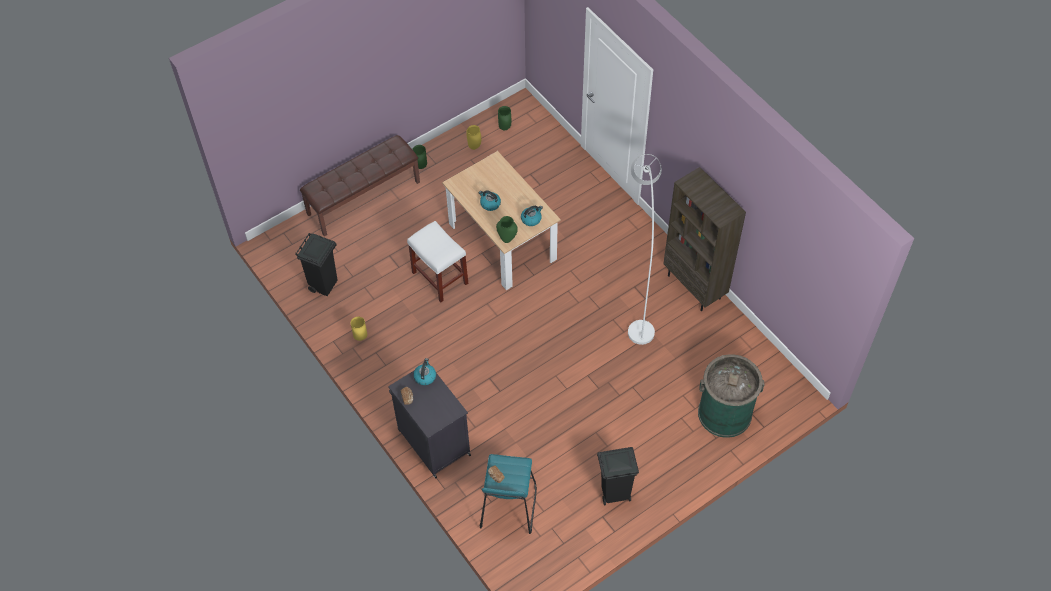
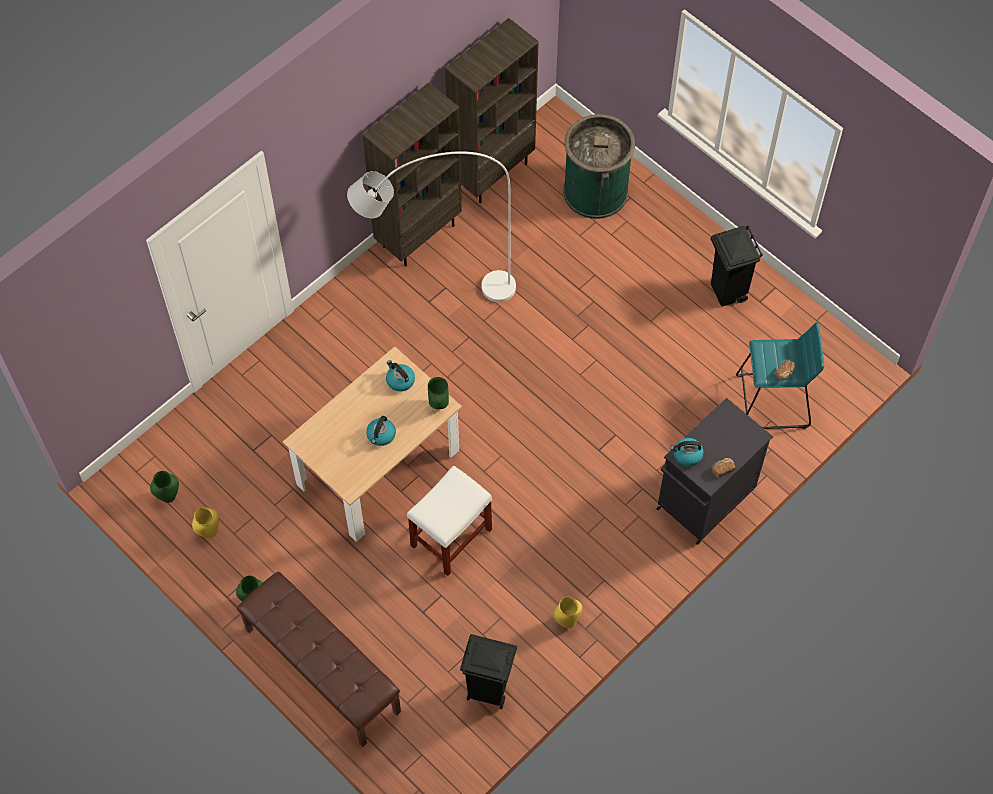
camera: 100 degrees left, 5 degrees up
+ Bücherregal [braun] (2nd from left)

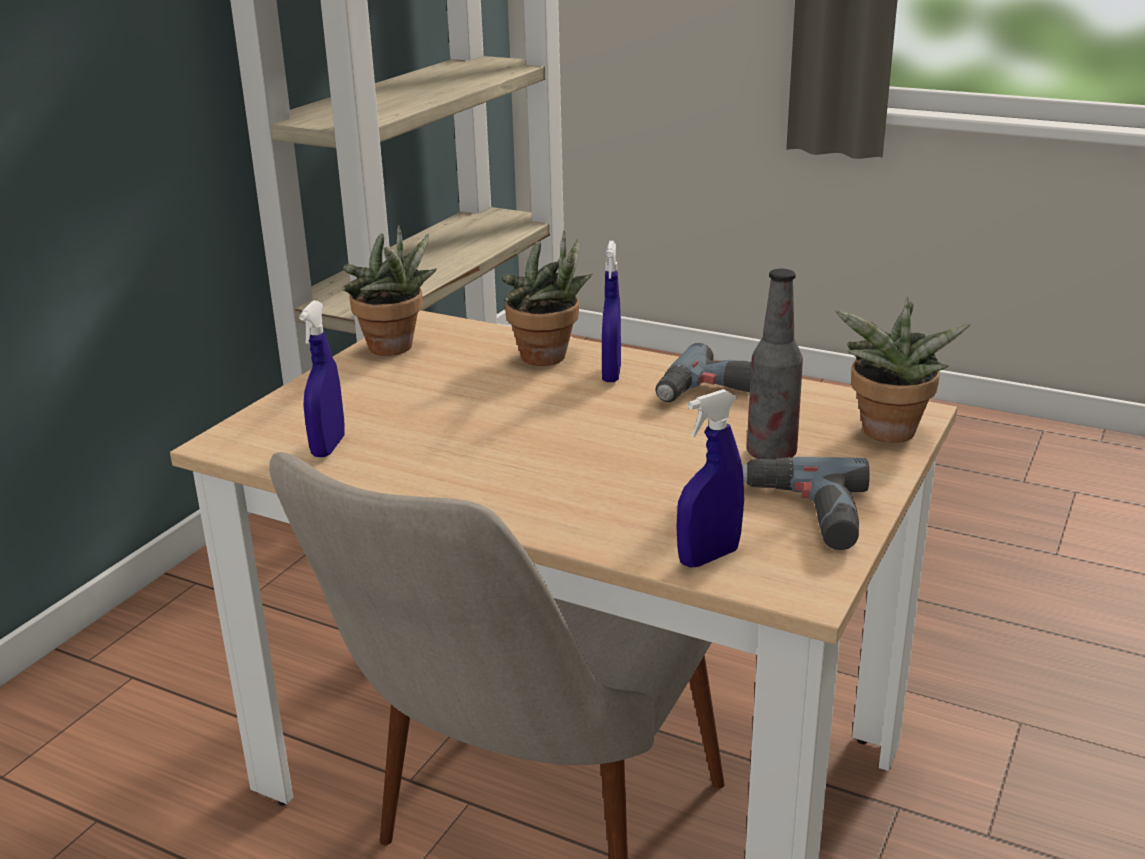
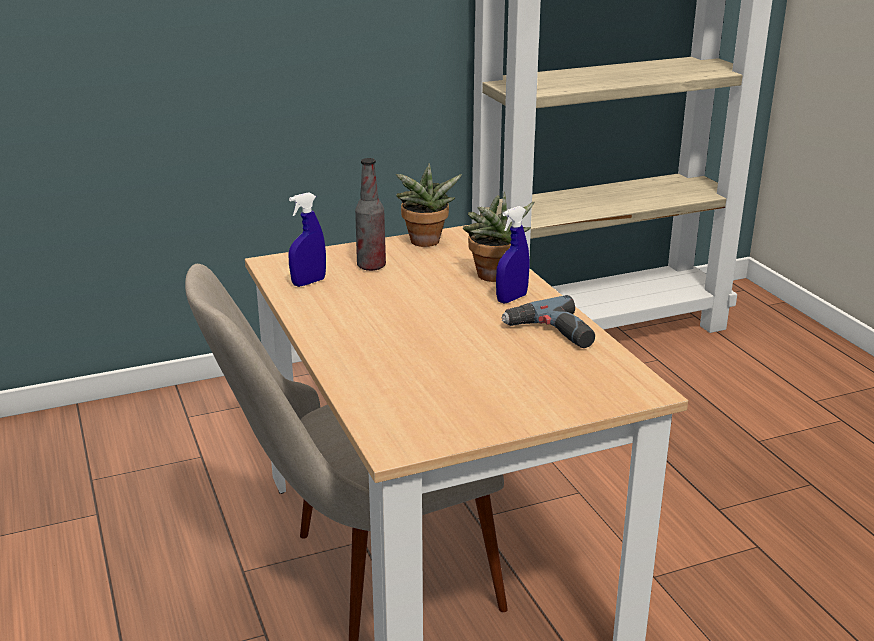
camera: 40 degrees right, 0 degrees up
- Sprühflasche [blau] (3rd from left)
- Bohrmaschine (2nd from left)
~ Flasche
- Topfpflanze (3rd from left)

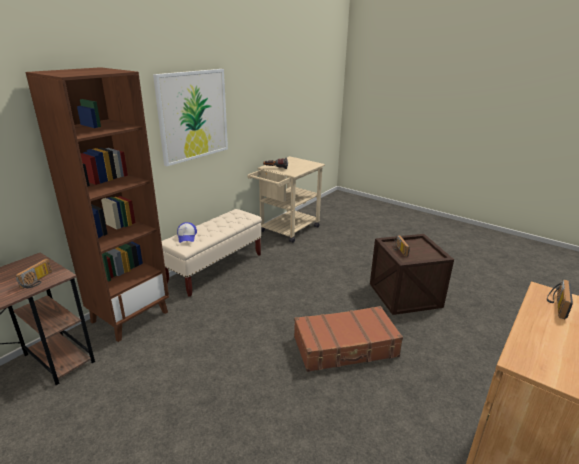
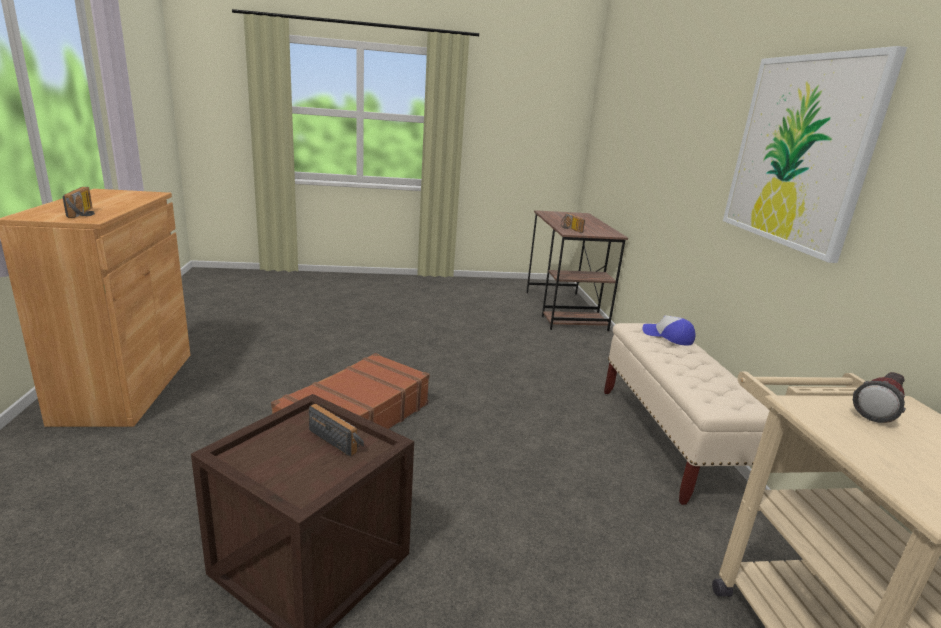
camera: 135 degrees right, 5 degrees down
- Bücherregal [braun]

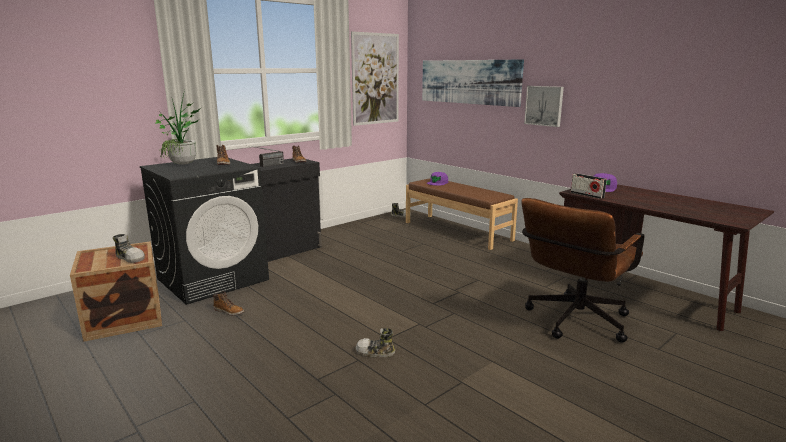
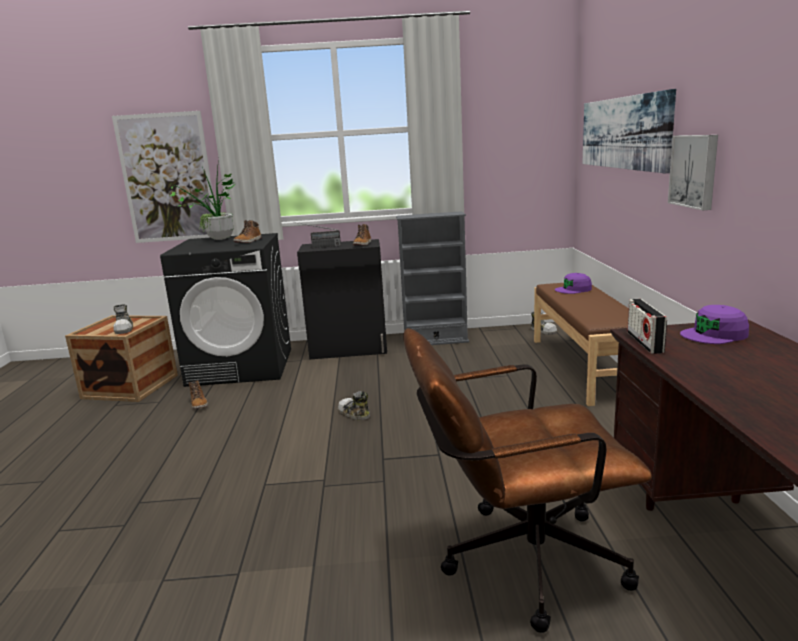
camera: 40 degrees right, 0 degrees up
~ Bild (1st from left)
~ Schuh (2nd from left)
+ Bücherregal [grau]

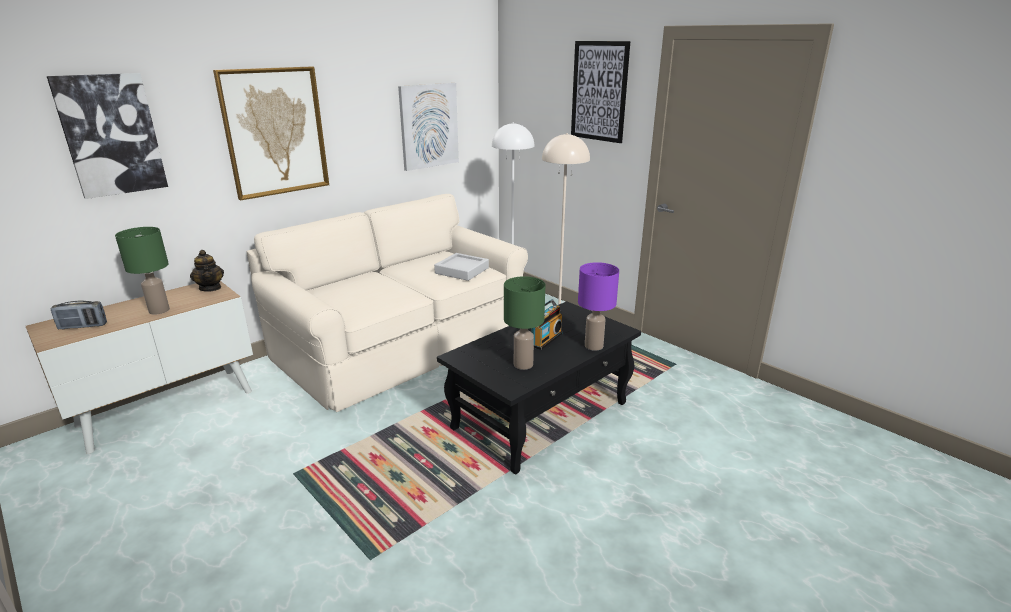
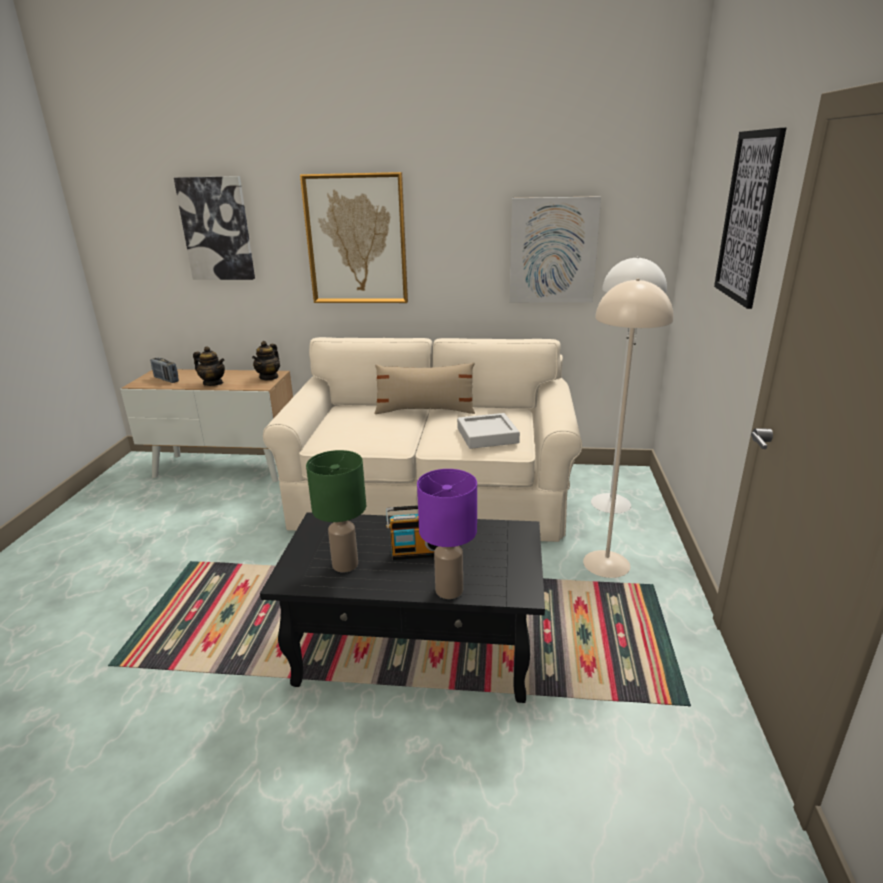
camera: 50 degrees right, 0 degrees up
~ Tischlampe [grün] (1st from left) to Teekanne (1st from left)
+ Kissen [beige]

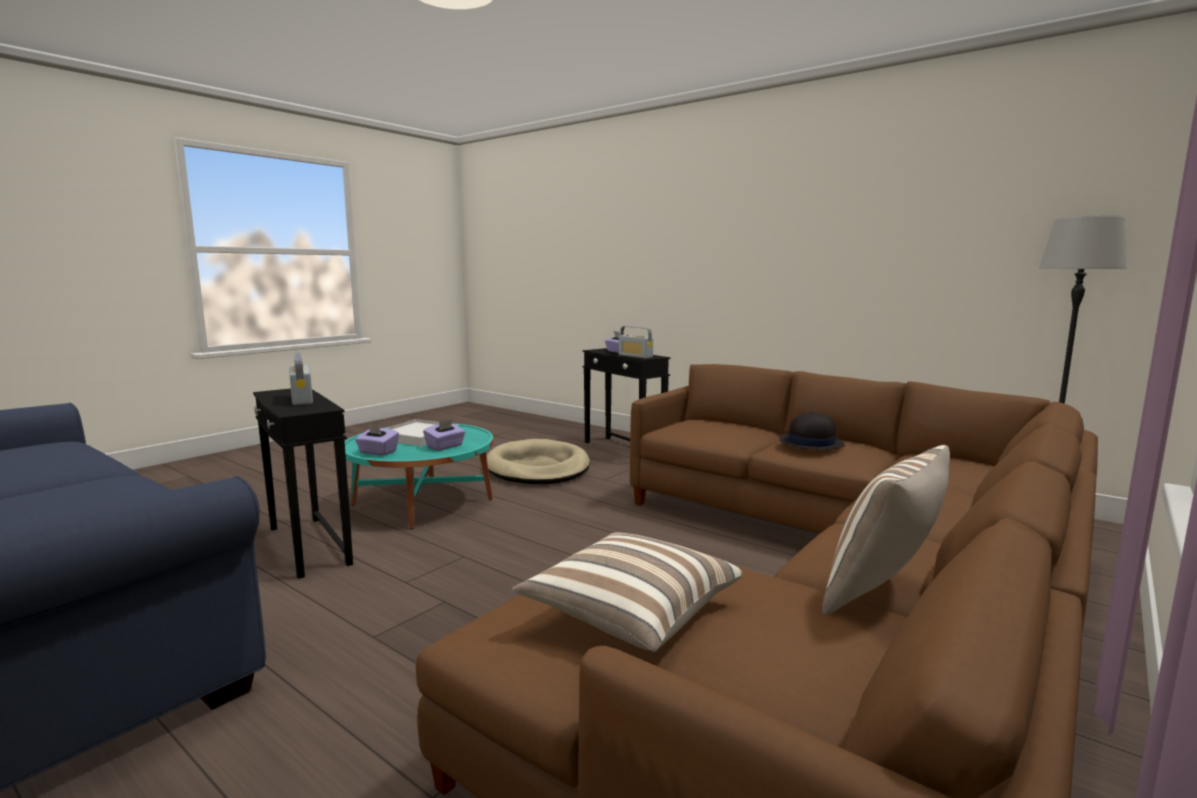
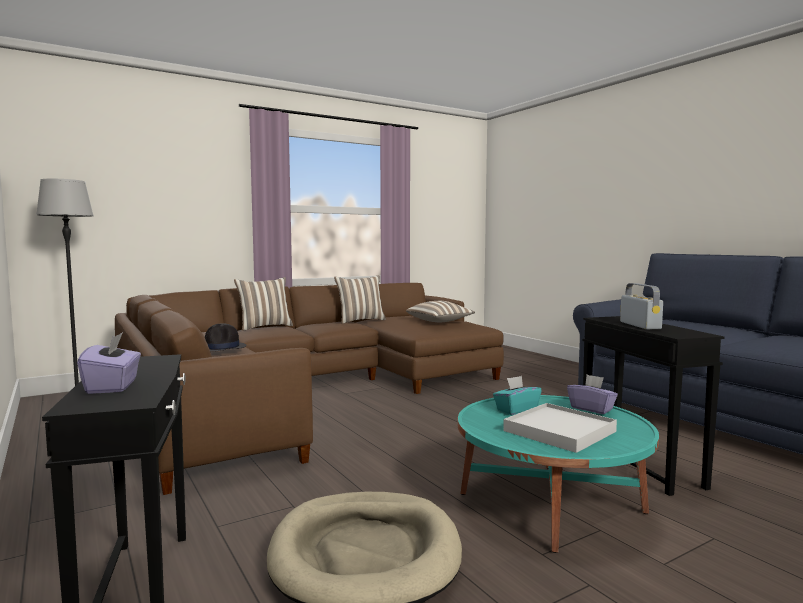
camera: 160 degrees left, 5 degrees down
~ Taschentuchbox [lila] (2nd from left) to Taschentuchbox [türkis]
- Radio (2nd from left)
+ Kissen (1st from left)

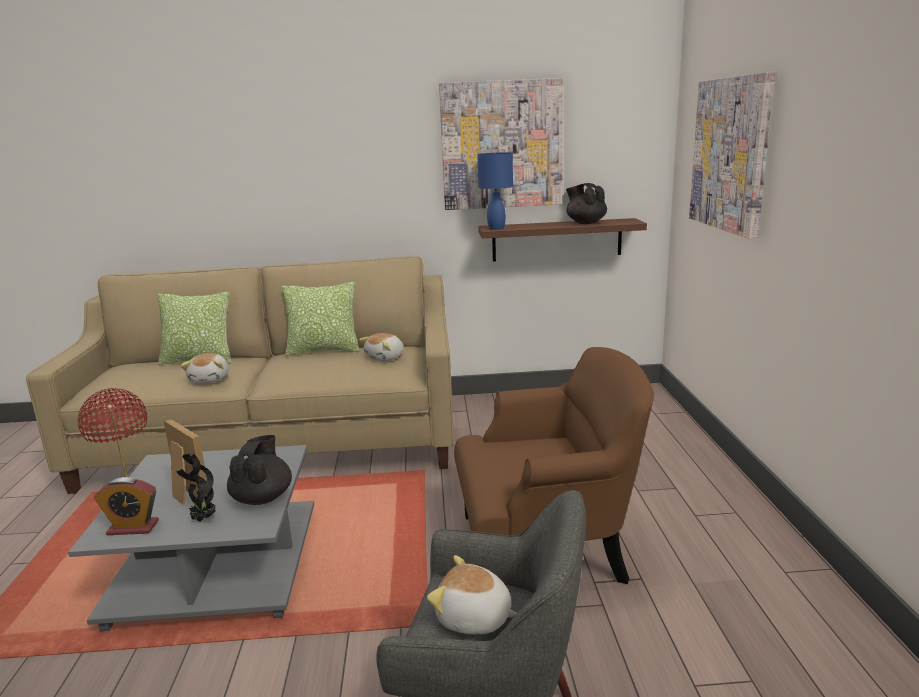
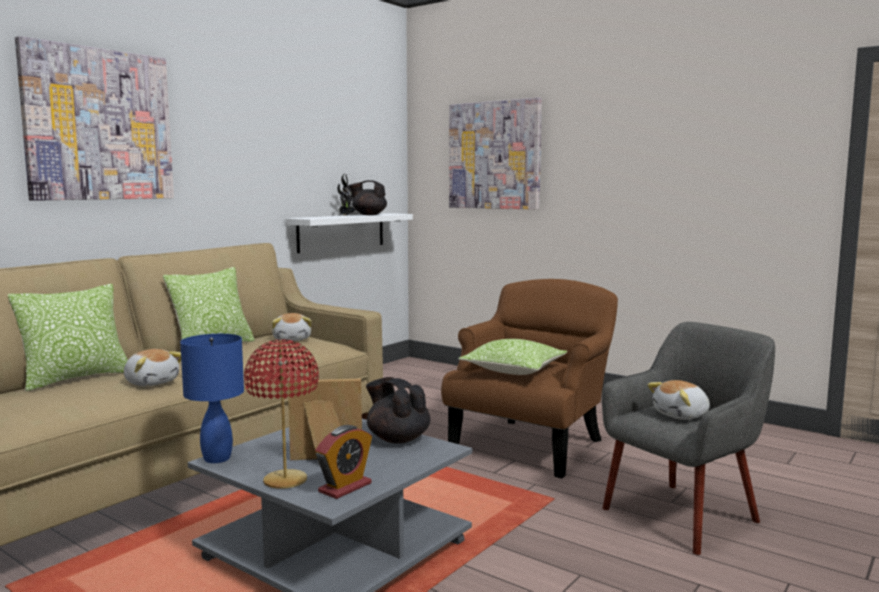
camera: 50 degrees left, 10 degrees down
~ Topfpflanze
~ Bild (1st from left)
~ Tischlampe [blau]
~ Wandregal [braun] to Wandregal [weiß]
+ Kissen (3rd from left)

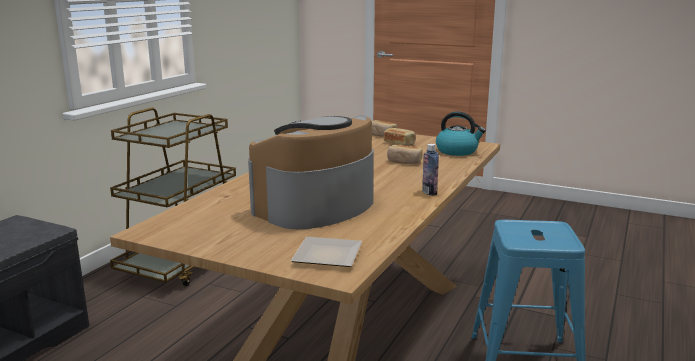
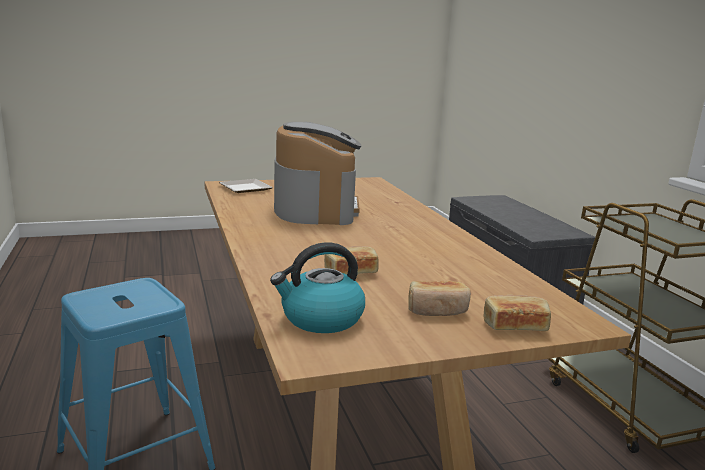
camera: 135 degrees right, 0 degrees up
- Flasche

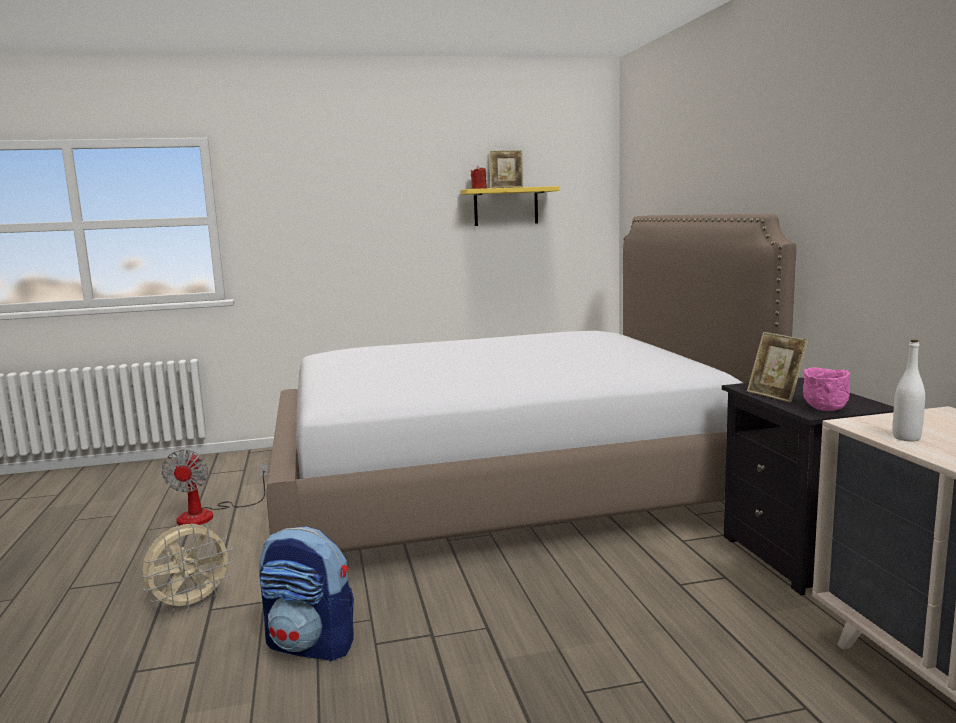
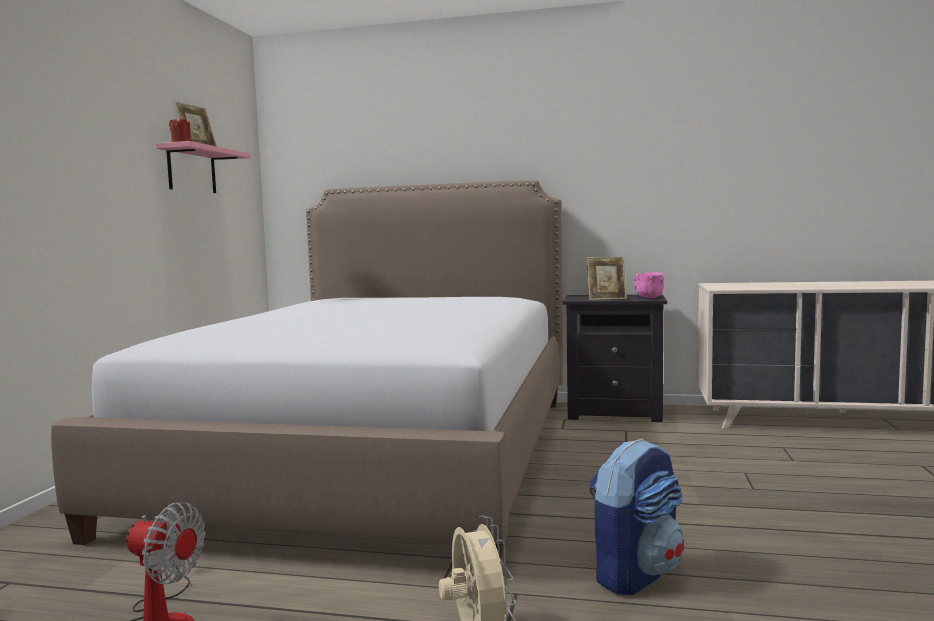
camera: 65 degrees left, 5 degrees down
~ Wandregal [gelb] to Wandregal [rosa]
- Flasche [weiß]

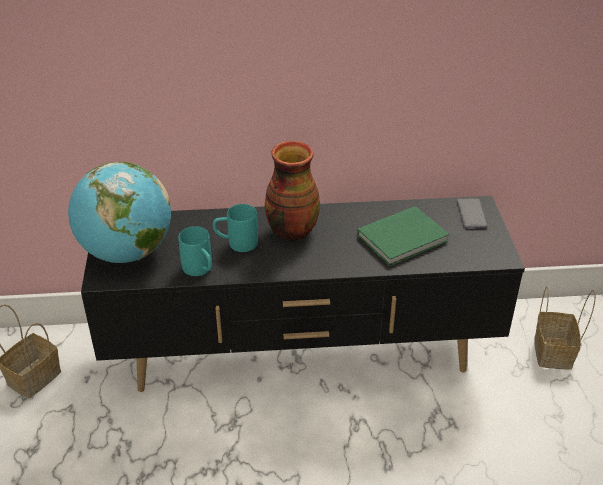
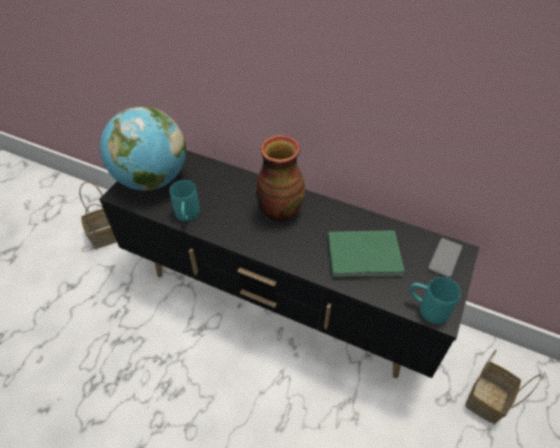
camera: 30 degrees right, 10 degrees up
~ Henkelbecher [türkis] (2nd from left)

